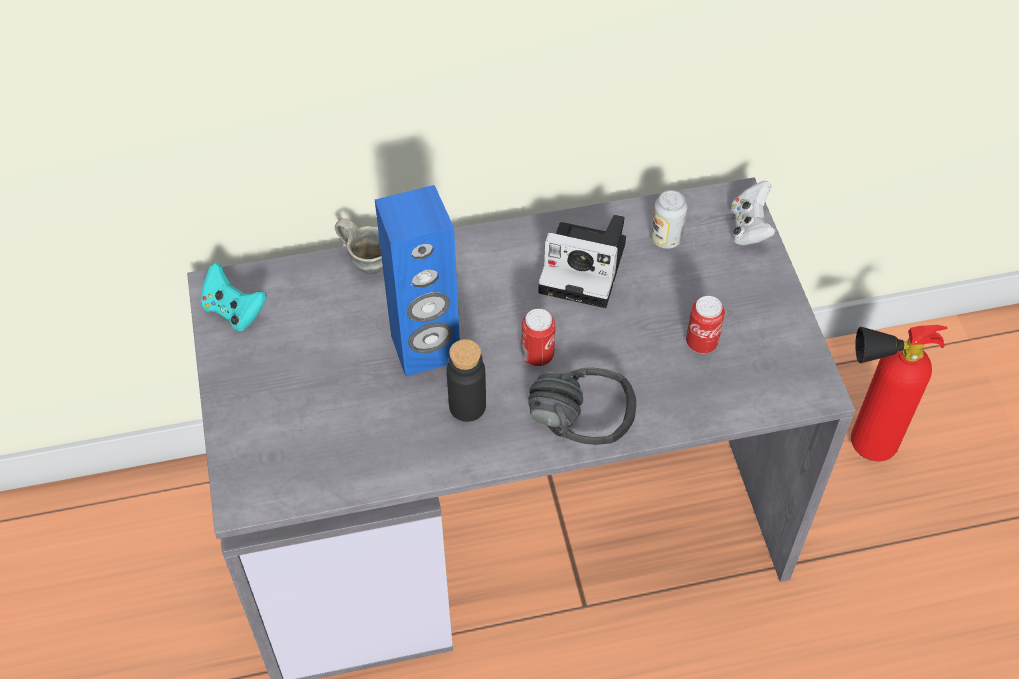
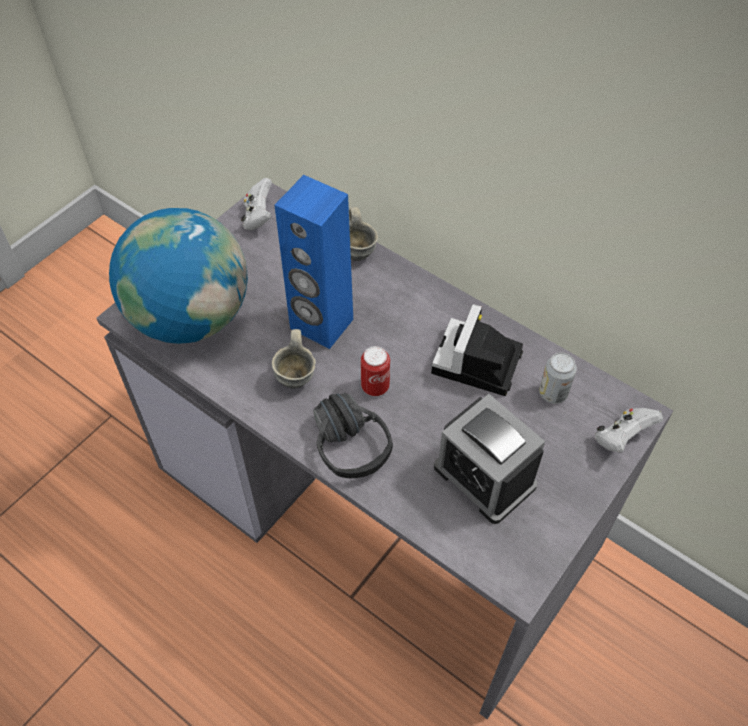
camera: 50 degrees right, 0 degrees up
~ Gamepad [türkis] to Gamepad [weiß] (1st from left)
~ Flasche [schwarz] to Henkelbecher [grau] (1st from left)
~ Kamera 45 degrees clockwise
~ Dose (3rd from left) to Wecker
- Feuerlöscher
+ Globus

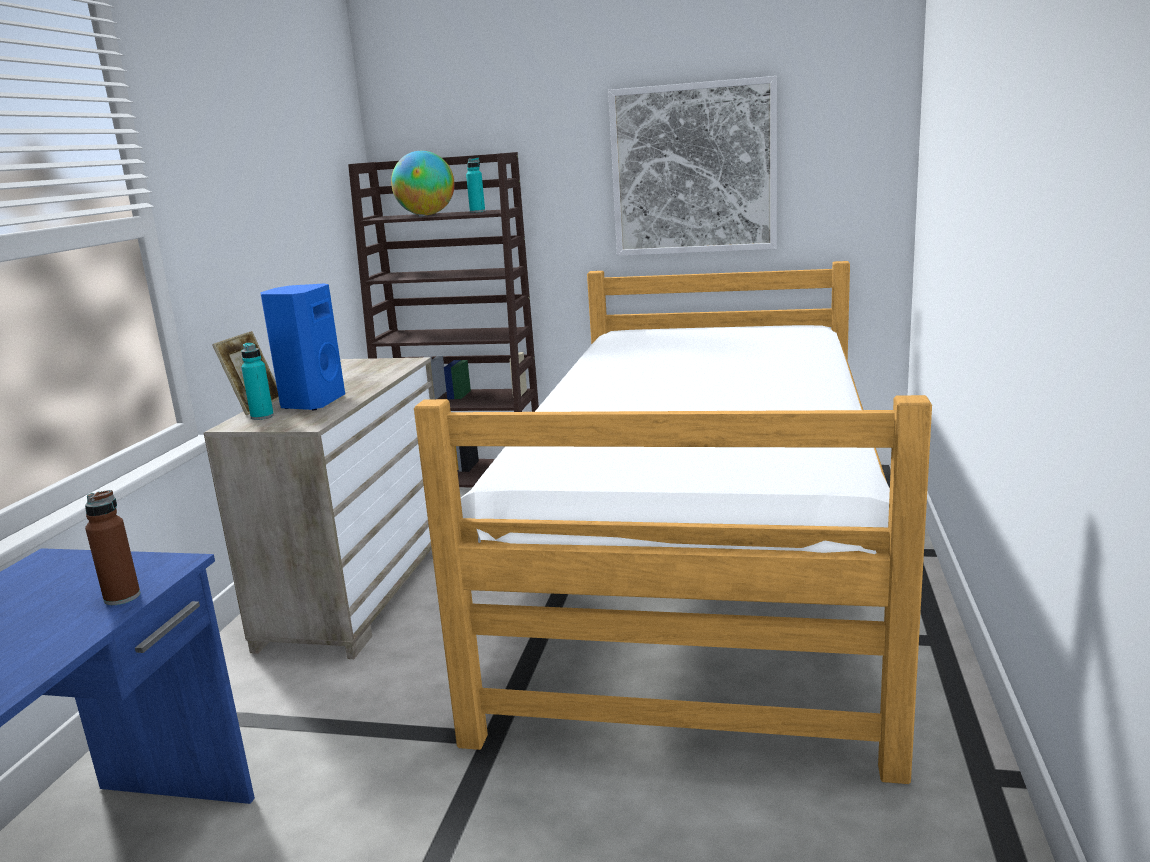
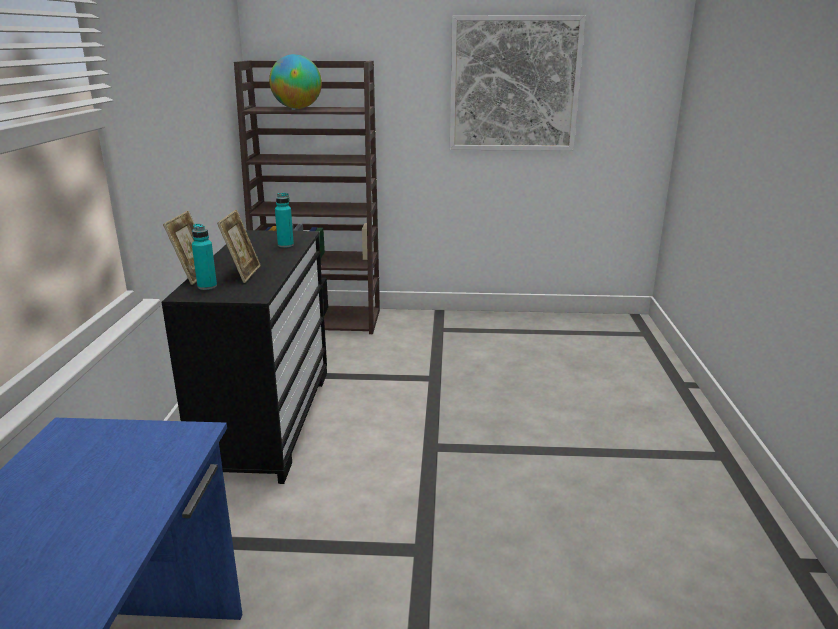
camera: 10 degrees left, 5 degrees up
- Flasche [braun]
~ Kommode [beige] to Kommode [schwarz]
~ Lautsprecher [blau] to Bilderrahmen (2nd from left)
- Bett
~ Flasche [türkis] (2nd from left)

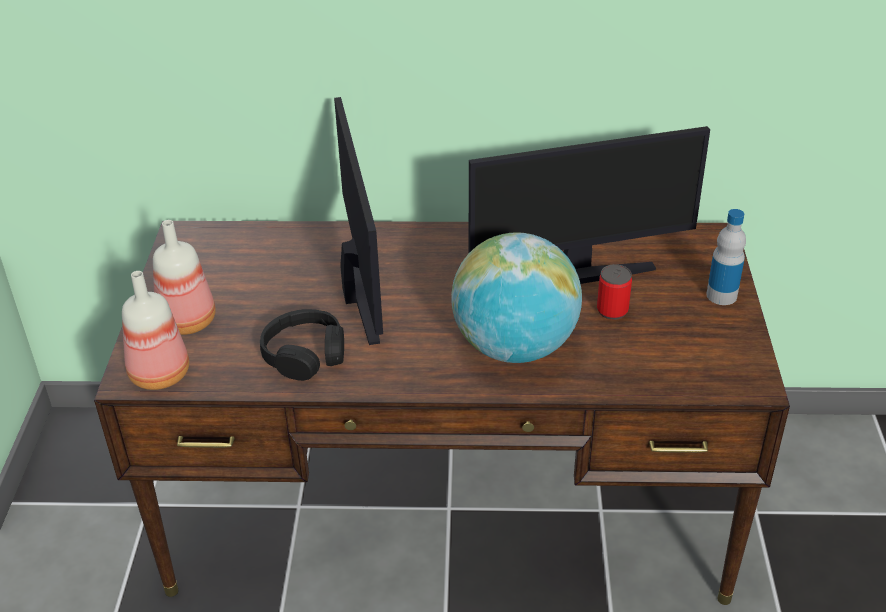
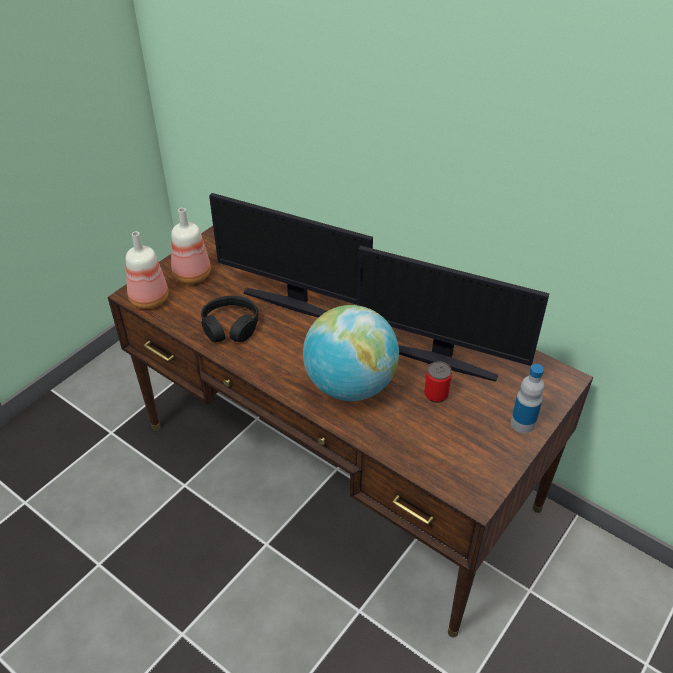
camera: 35 degrees right, 5 degrees up
~ Monitor (1st from left) 90 degrees clockwise

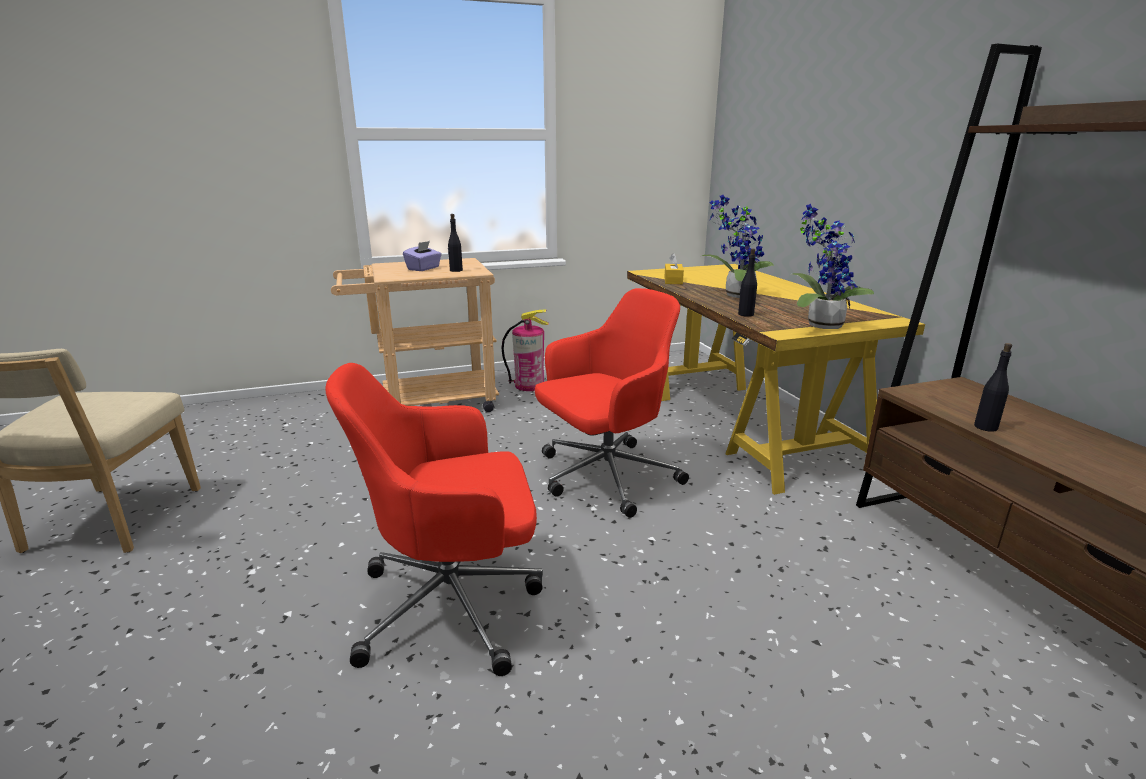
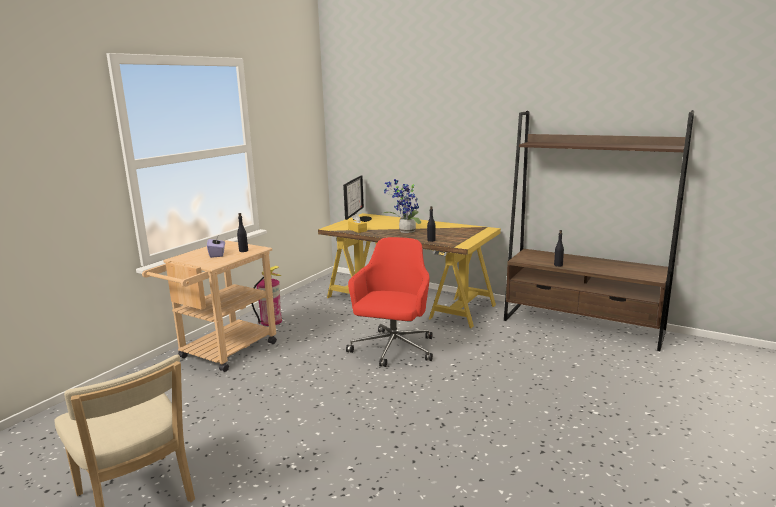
camera: 40 degrees left, 5 degrees down
- Bürostuhl [rot] (1st from left)
- Topfpflanze (2nd from left)
+ Monitor

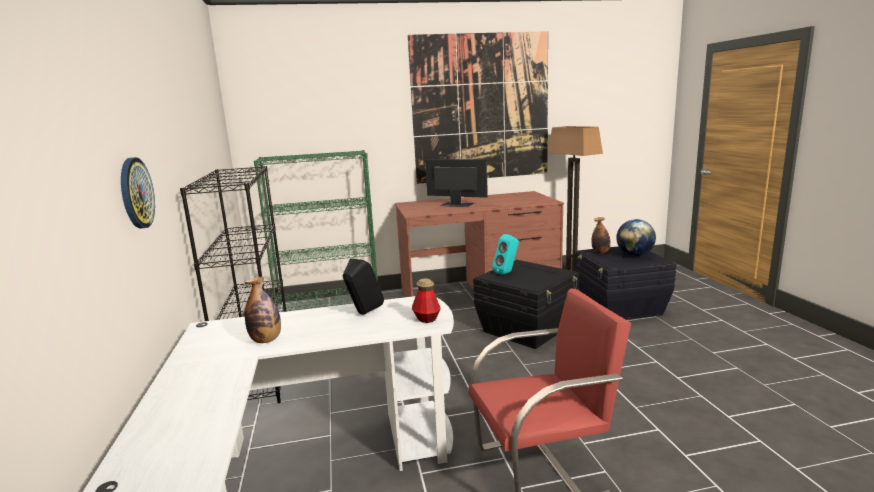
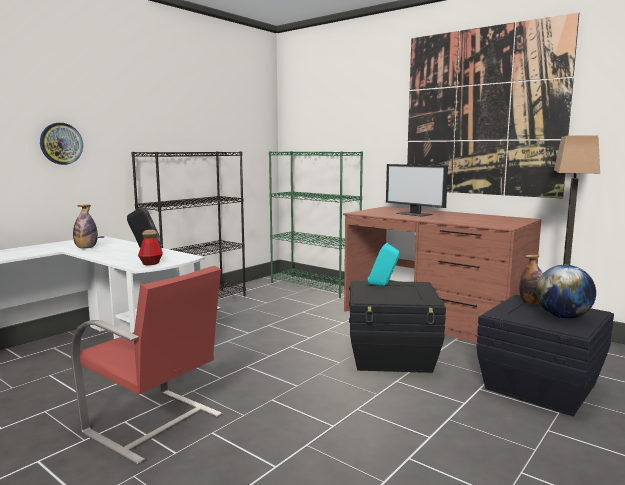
camera: 50 degrees right, 5 degrees down
~ Monitor 150 degrees clockwise

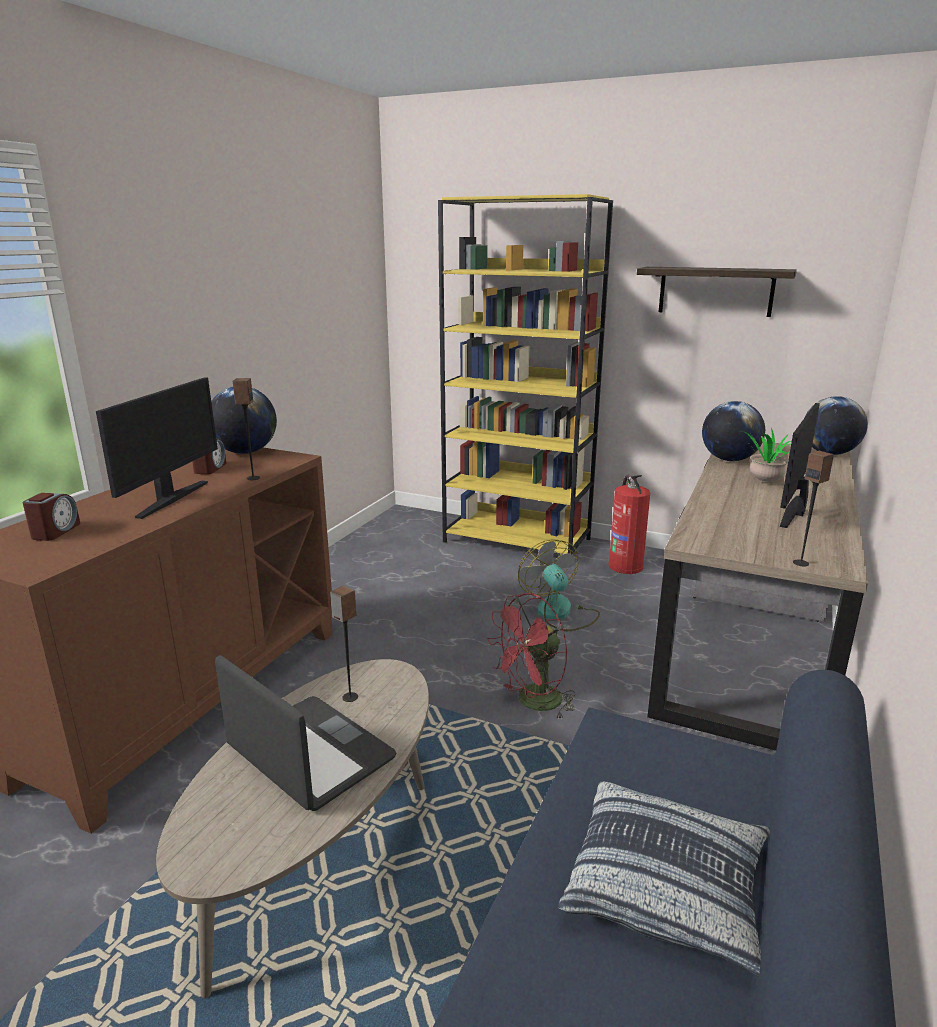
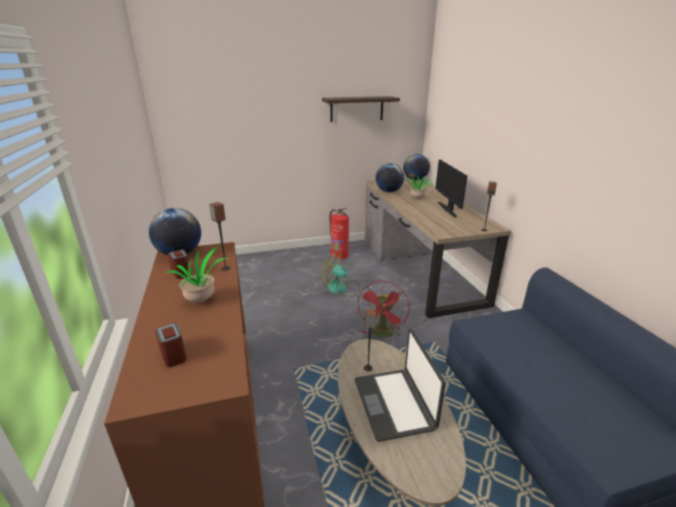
camera: 40 degrees left, 5 degrees up
~ Monitor (1st from left) to Topfpflanze (1st from left)
~ Laptop 105 degrees counterclockwise
- Bücherregal [gelb]
- Kissen

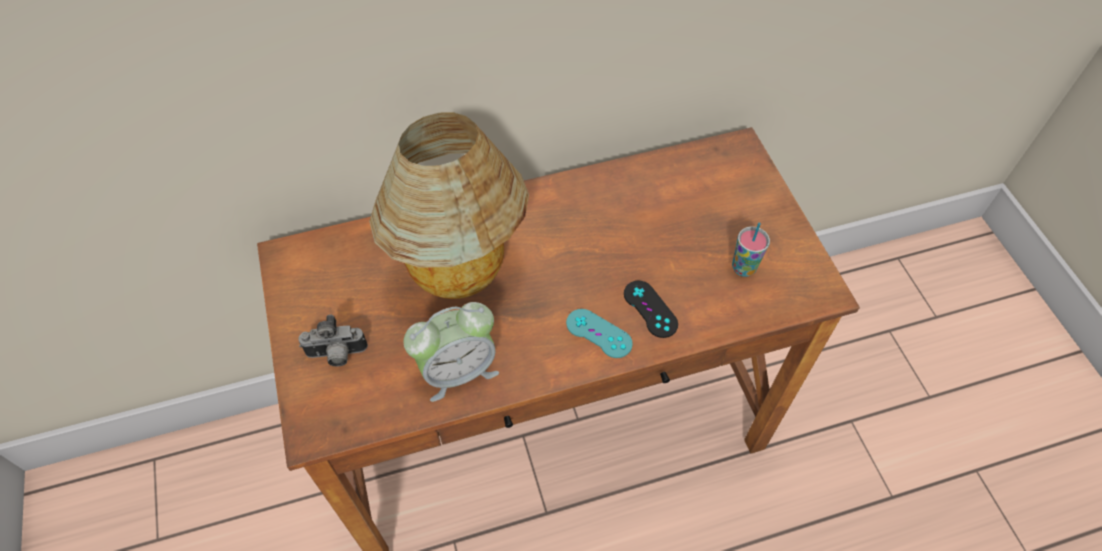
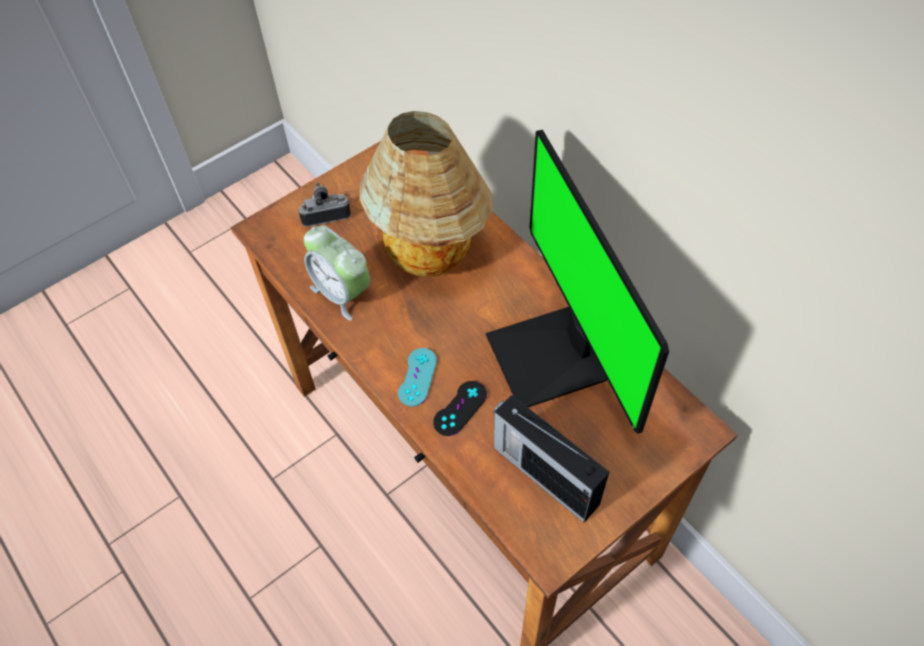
camera: 70 degrees right, 0 degrees up
~ Kamera 105 degrees clockwise
~ Tasse to Radio
+ Monitor

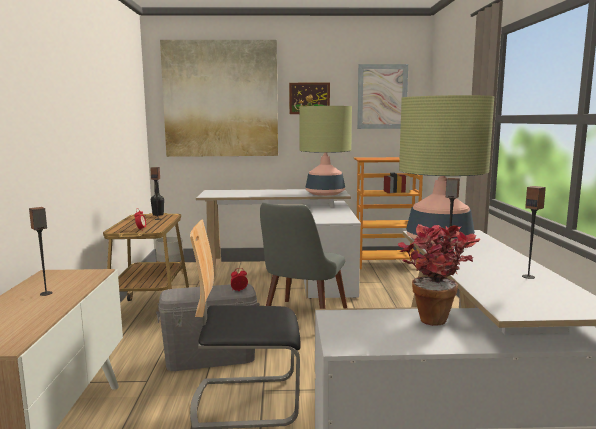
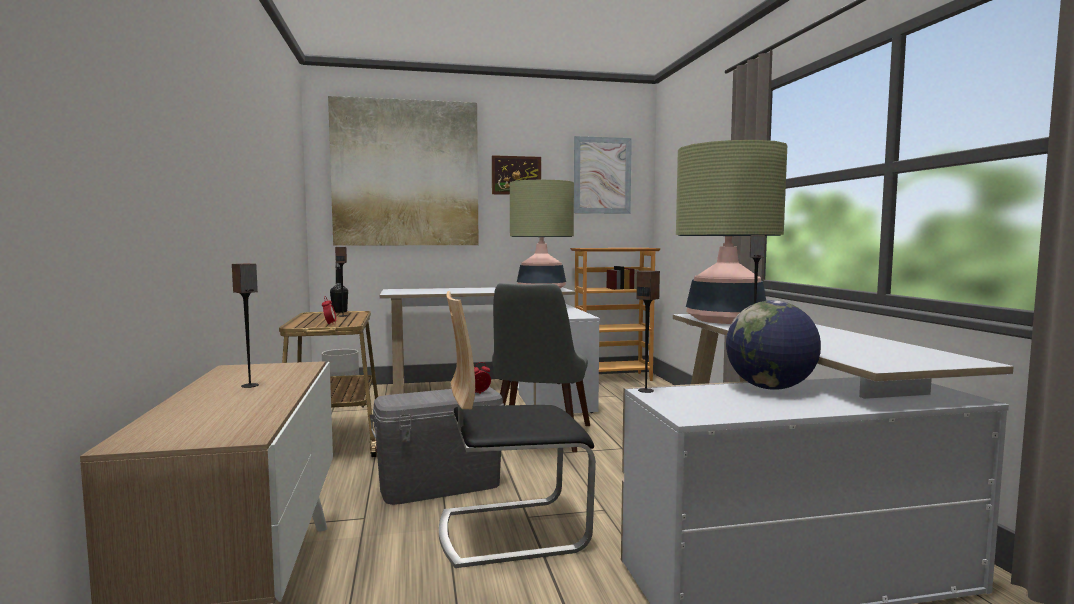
camera: 10 degrees left, 5 degrees down
~ Topfpflanze to Globus
~ Lautsprecher (4th from left in the first image) to Lautsprecher (3rd from left)

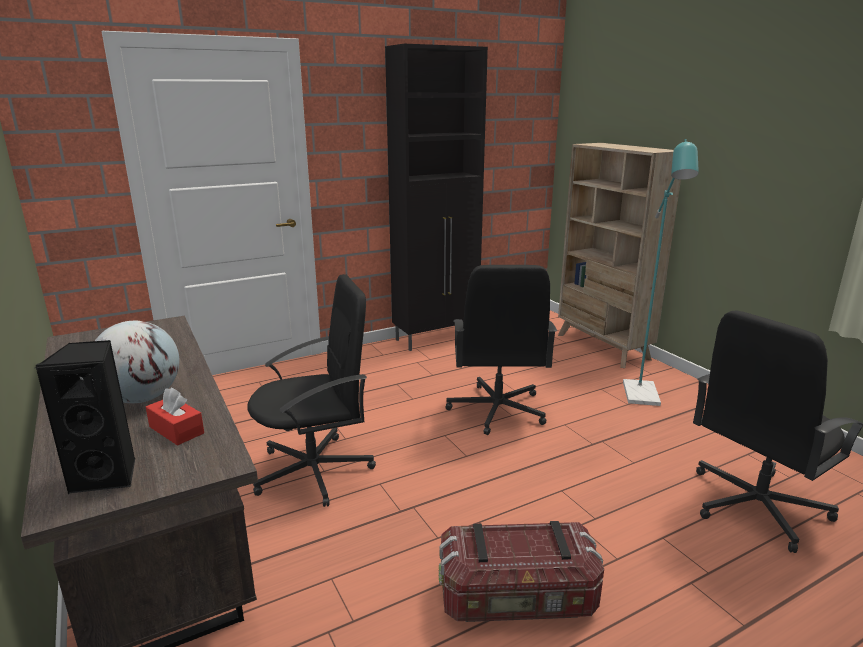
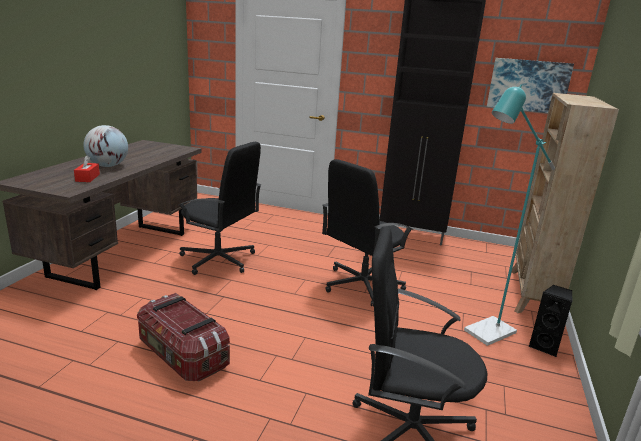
camera: 45 degrees right, 0 degrees up
~ Lautsprecher [schwarz]
+ Bild

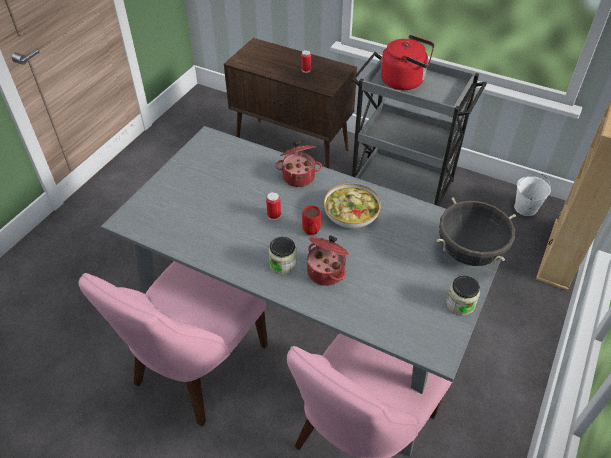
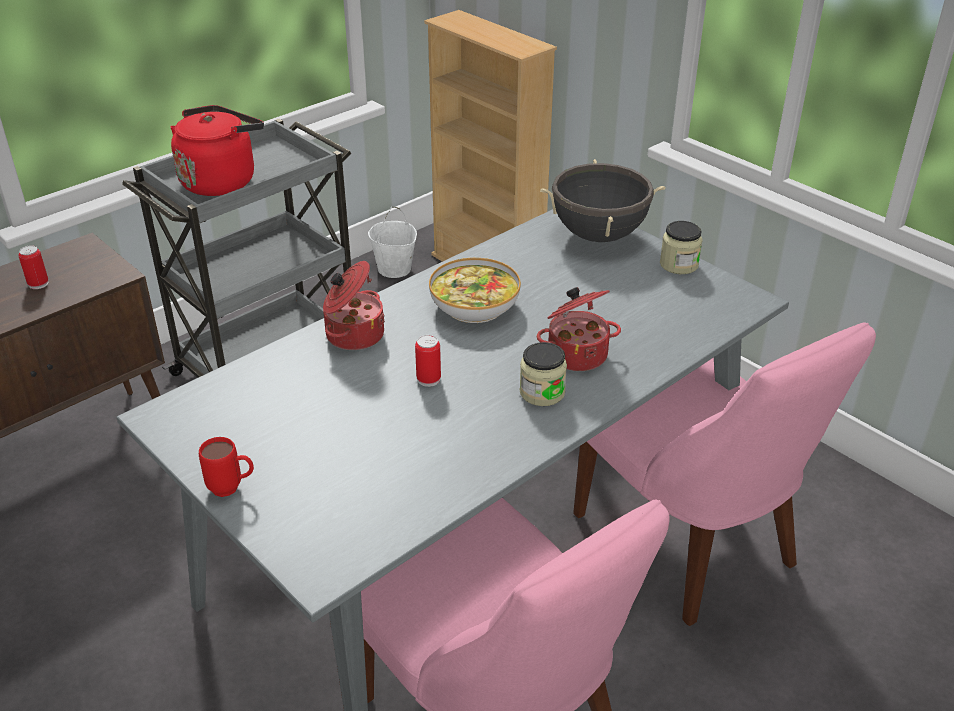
camera: 70 degrees left, 10 degrees down
~ Henkelbecher [rot]

